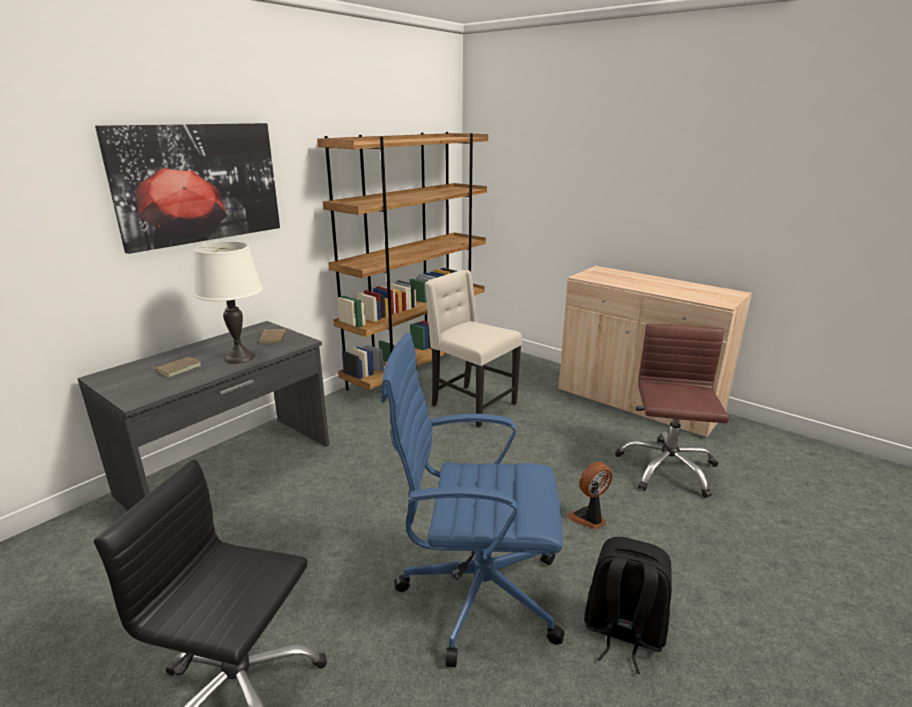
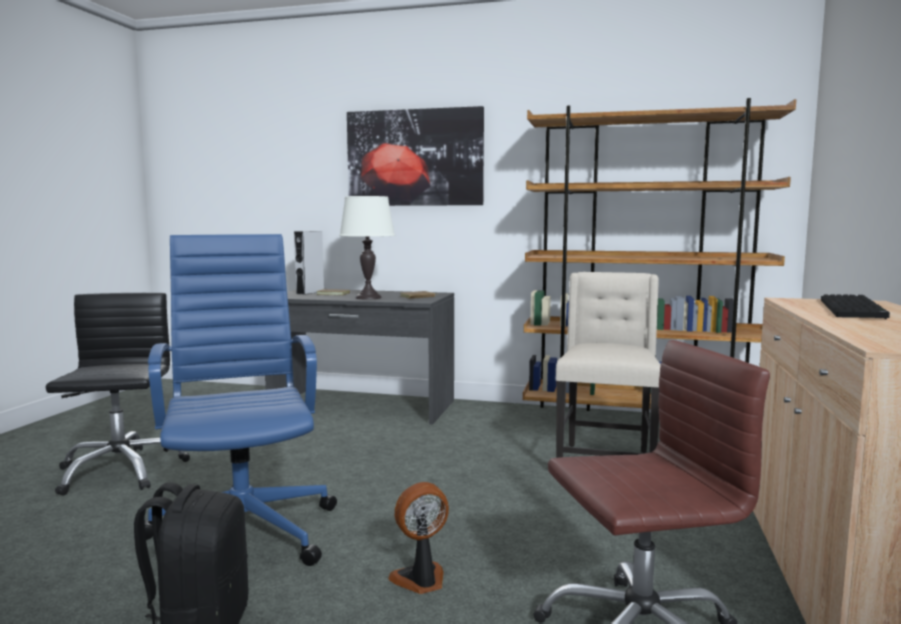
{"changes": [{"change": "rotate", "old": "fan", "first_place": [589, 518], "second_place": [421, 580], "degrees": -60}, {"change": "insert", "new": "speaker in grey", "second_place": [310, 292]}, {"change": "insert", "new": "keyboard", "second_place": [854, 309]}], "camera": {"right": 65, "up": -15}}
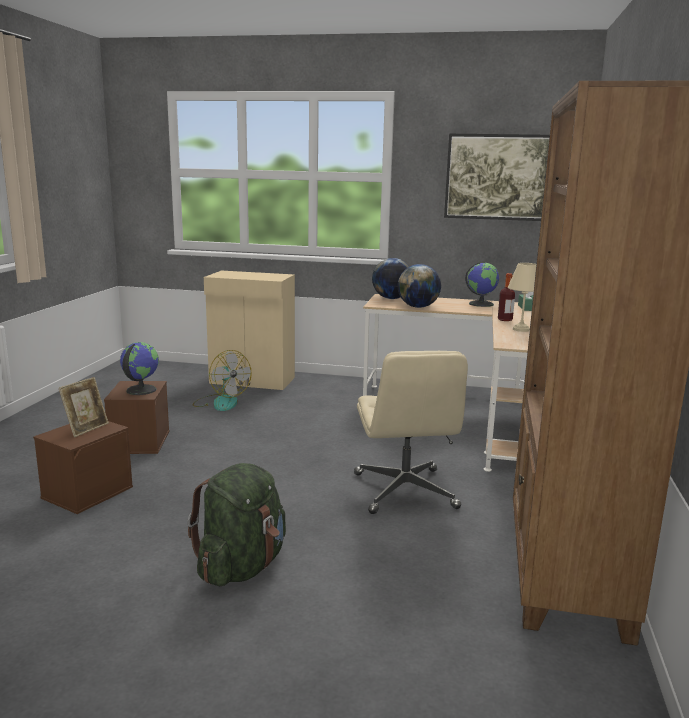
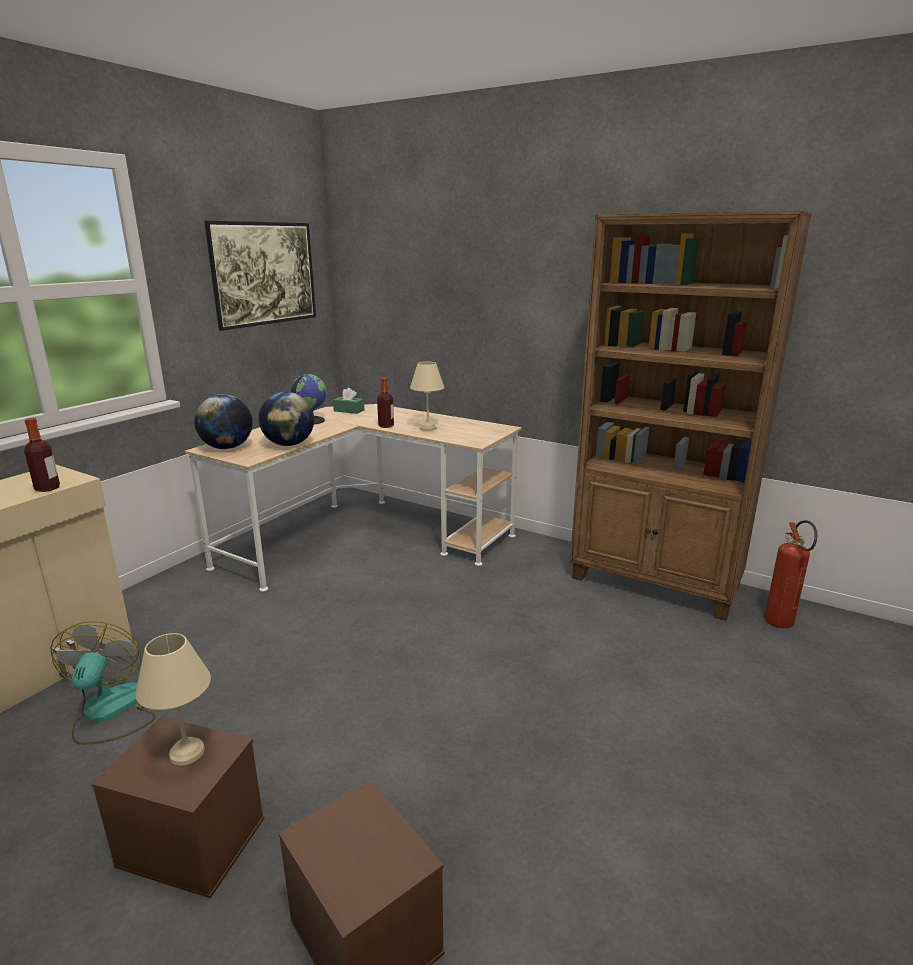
{"changes": [{"change": "replace", "old": "desk globe", "new": "tabletop lamp in sand-coloured", "first_place": [140, 390], "second_place": [185, 753]}, {"change": "rotate", "old": "fan", "first_place": [221, 402], "second_place": [109, 713], "degrees": -75}, {"change": "delete", "old": "desk chair in sand-coloured", "first_place": [405, 491]}, {"change": "delete", "old": "standing frame", "first_place": [86, 428]}, {"change": "delete", "old": "knapsack in green-coloured", "first_place": [241, 566]}, {"change": "insert", "new": "bottle", "second_place": [47, 488]}, {"change": "insert", "new": "extinguisher", "second_place": [781, 625]}], "camera": {"right": -70, "up": 5}}
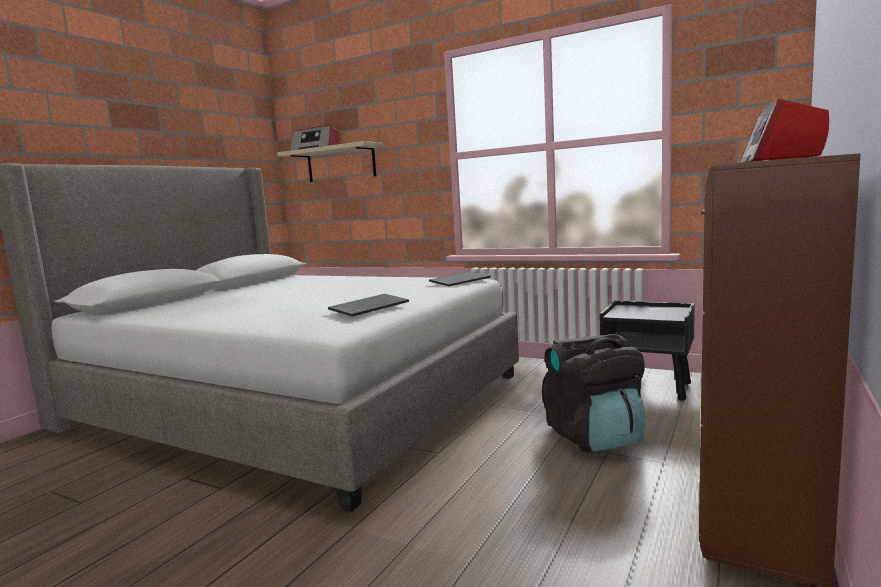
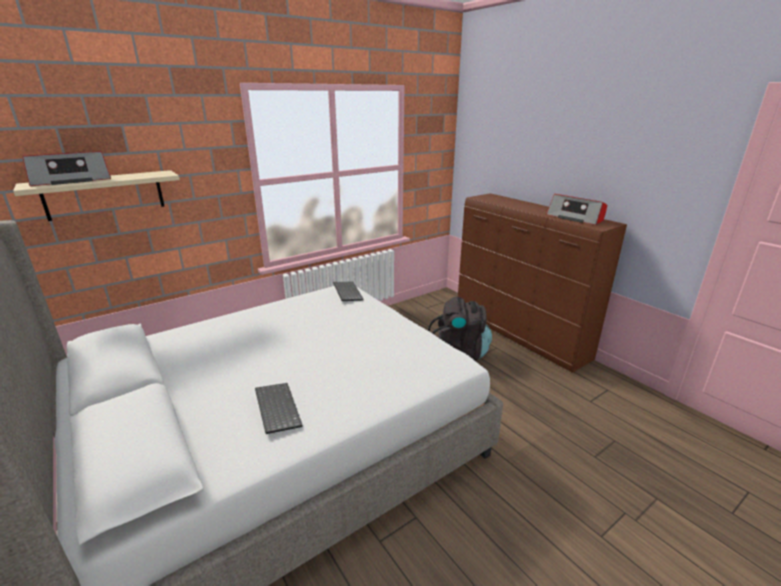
{"changes": [{"change": "move", "old": "keyboard", "first_place": [369, 307], "second_place": [276, 408]}, {"change": "delete", "old": "nightstand in black-coloured", "first_place": [648, 387]}], "camera": {"right": -65, "up": 15}}
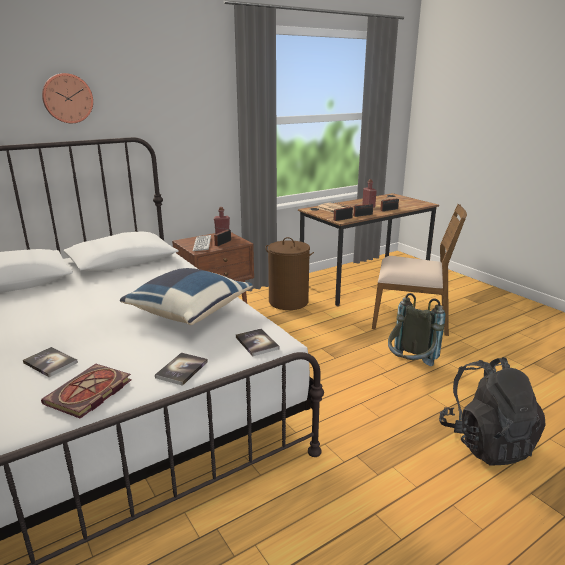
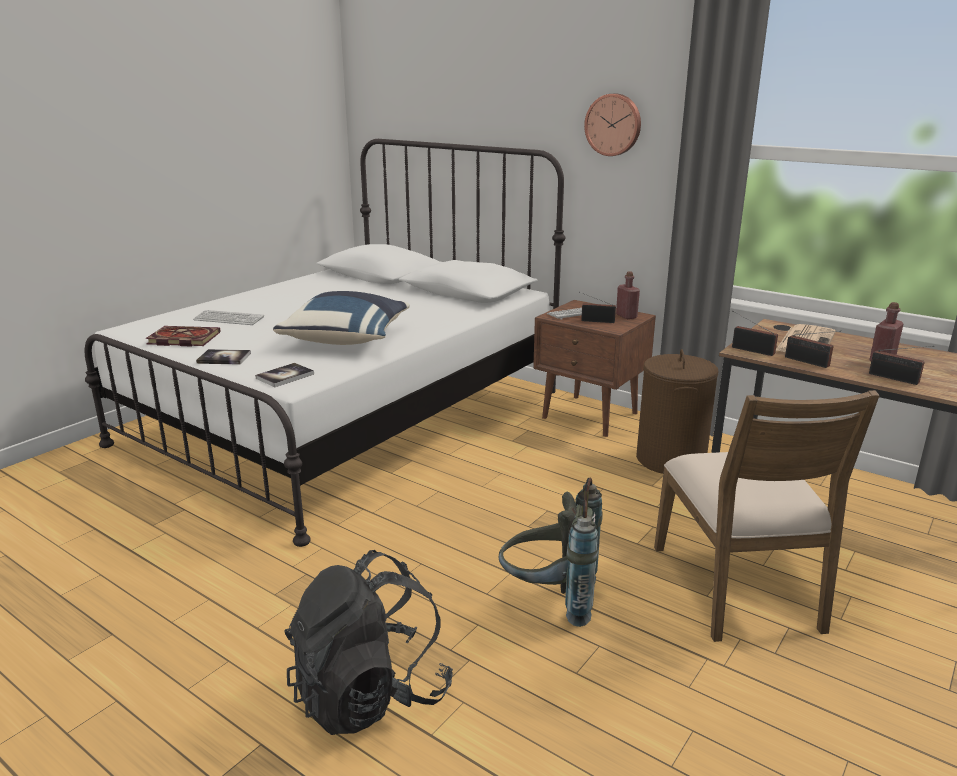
{"changes": [{"change": "move", "old": "clock on the wall", "first_place": [67, 98], "second_place": [613, 125]}, {"change": "replace", "old": "volume", "new": "keyboard", "first_place": [50, 363], "second_place": [228, 319]}], "camera": {"right": 70, "up": 0}}
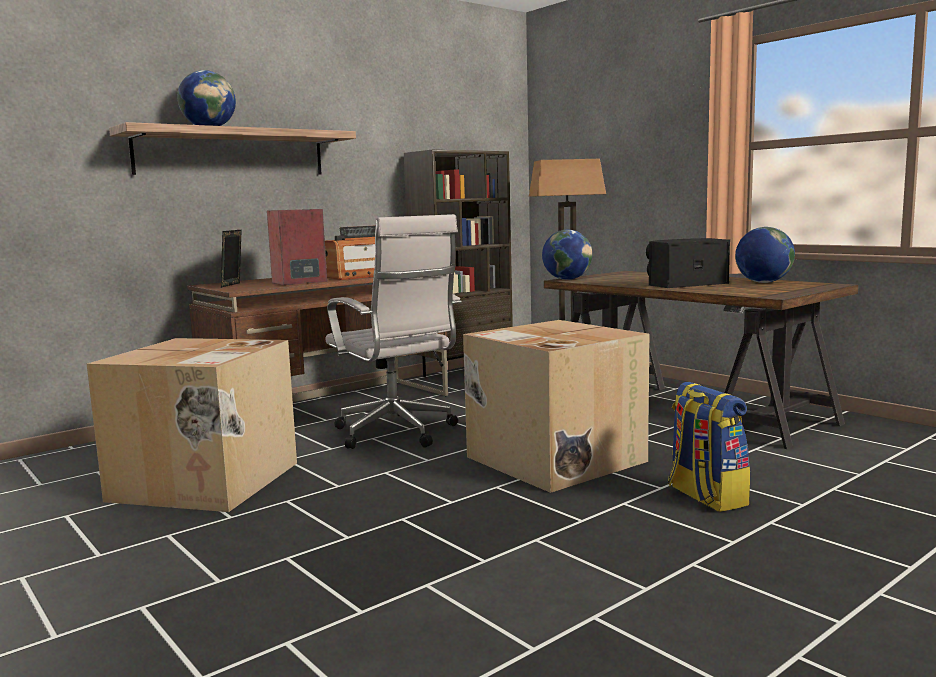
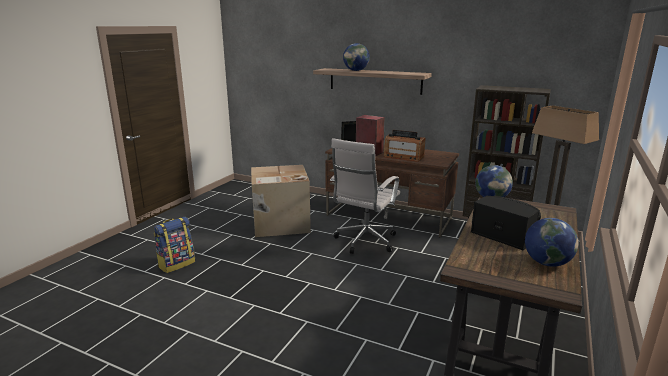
{"changes": [{"change": "delete", "old": "packing box", "first_place": [552, 459]}, {"change": "move", "old": "knapsack", "first_place": [705, 497], "second_place": [177, 264]}], "camera": {"right": 65, "up": 10}}
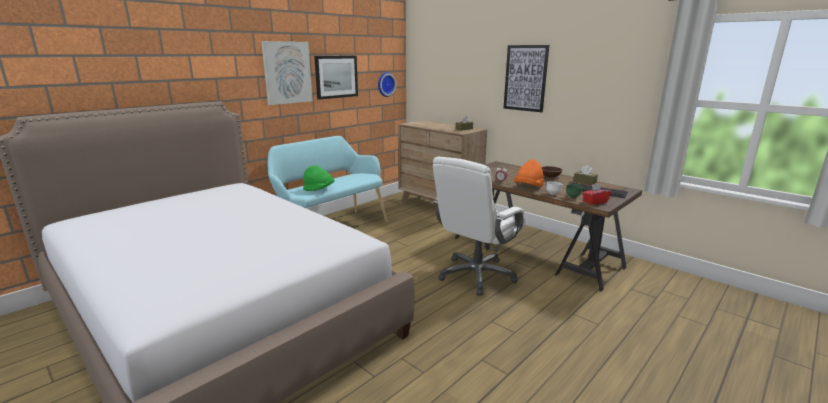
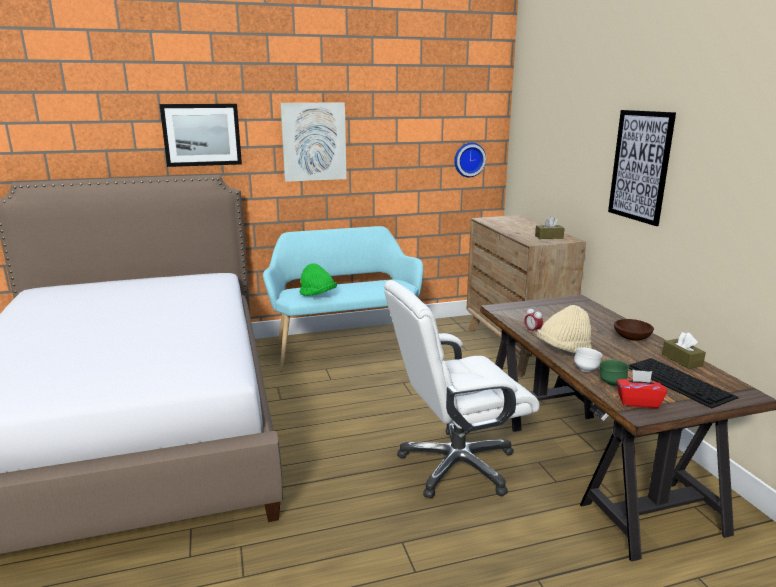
{"changes": [{"change": "move", "old": "wall art", "first_place": [336, 77], "second_place": [202, 135]}, {"change": "recolor", "old": "wearable hat in orangey", "new": "wearable hat in sand-coloured", "first_place": [528, 187], "second_place": [563, 349]}], "camera": {"right": 30, "up": 0}}
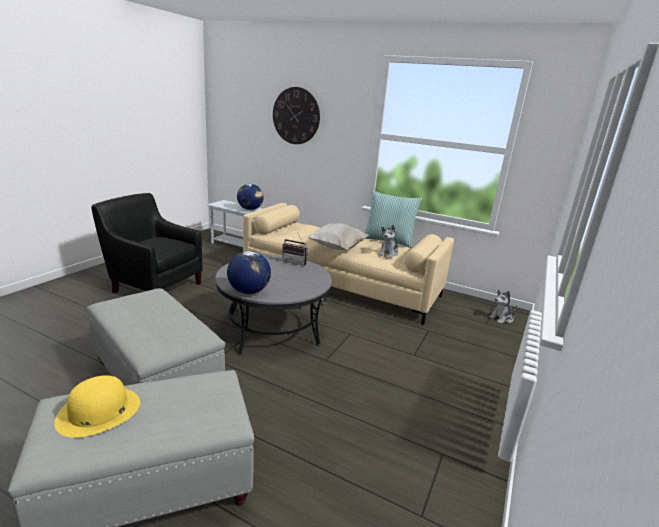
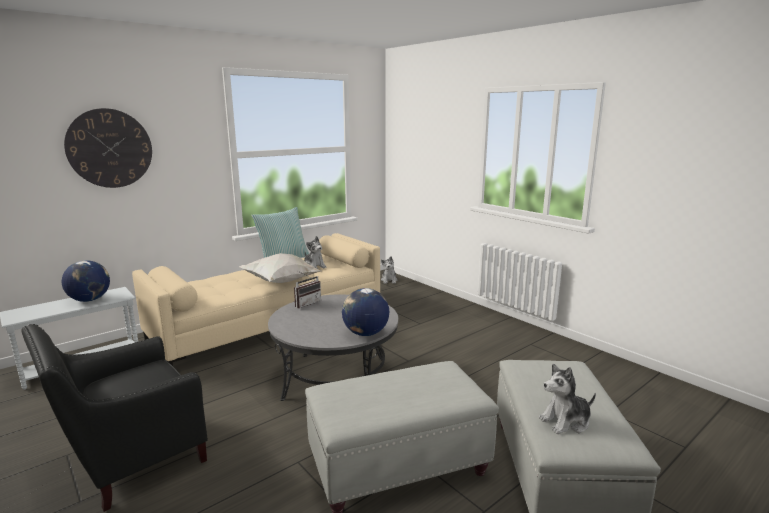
{"changes": [{"change": "replace", "old": "wearable hat in yellowish", "new": "soft toy", "first_place": [98, 411], "second_place": [566, 421]}], "camera": {"right": -65, "up": -5}}
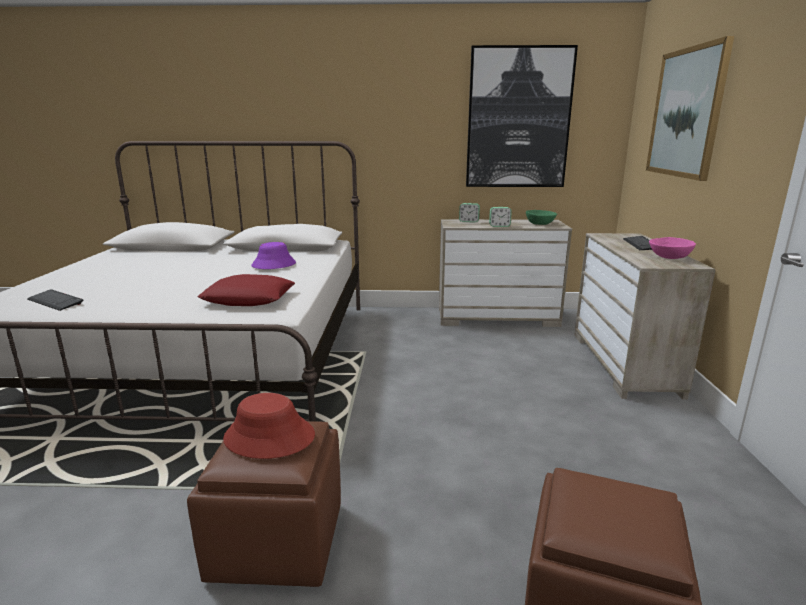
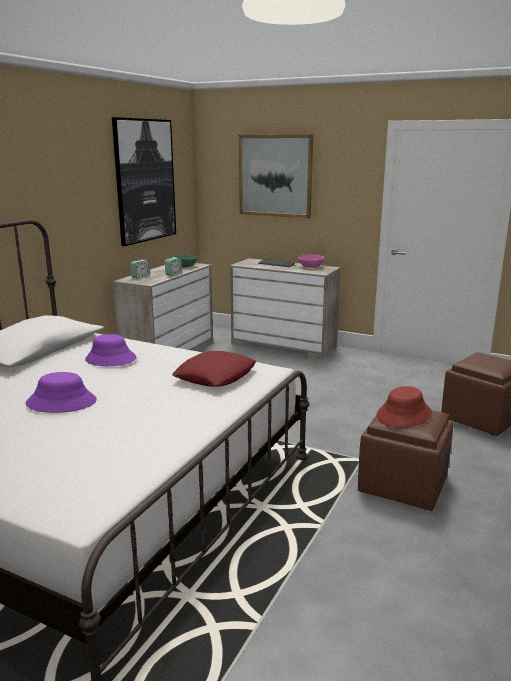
{"changes": [{"change": "delete", "old": "keyboard", "first_place": [55, 301]}, {"change": "insert", "new": "wearable hat in purplish", "second_place": [61, 402]}], "camera": {"right": -65, "up": 0}}
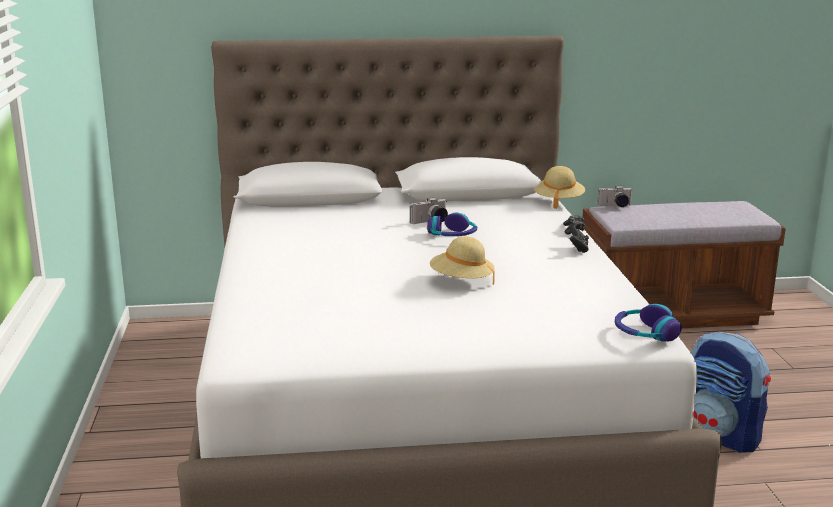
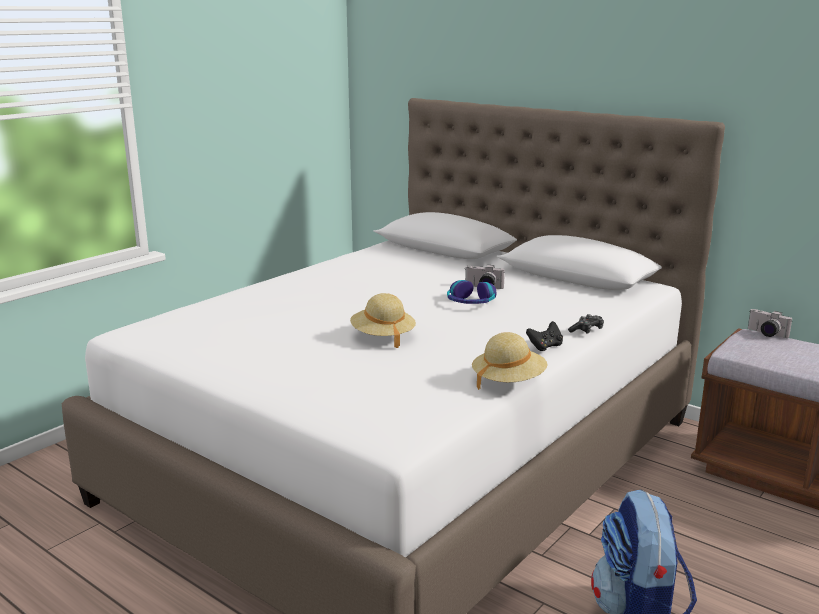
{"changes": [{"change": "move", "old": "wearable hat in sand-coloured", "first_place": [558, 201], "second_place": [508, 381]}, {"change": "delete", "old": "headset", "first_place": [645, 333]}], "camera": {"right": 45, "up": 0}}
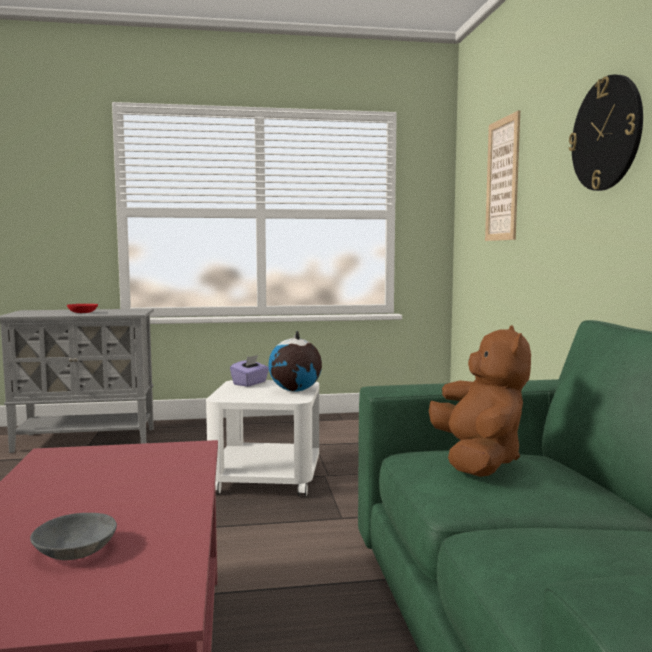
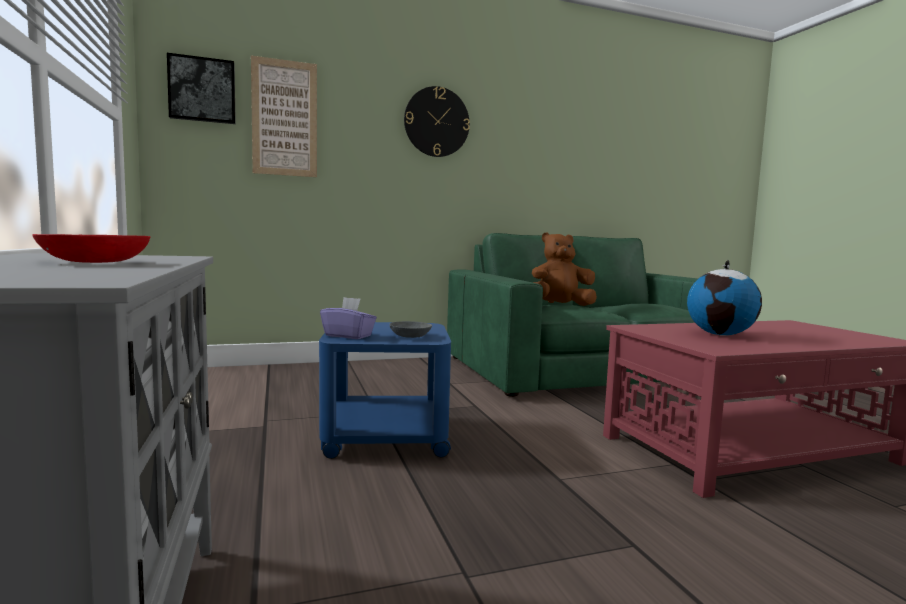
{"changes": [{"change": "move", "old": "desk globe", "first_place": [295, 390], "second_place": [721, 334]}, {"change": "recolor", "old": "side table in white-coloured", "new": "side table in blue", "first_place": [266, 477], "second_place": [385, 436]}, {"change": "move", "old": "serving bowl in grey", "first_place": [73, 551], "second_place": [411, 336]}, {"change": "insert", "new": "wall art", "second_place": [202, 90]}], "camera": {"right": -100, "up": 0}}
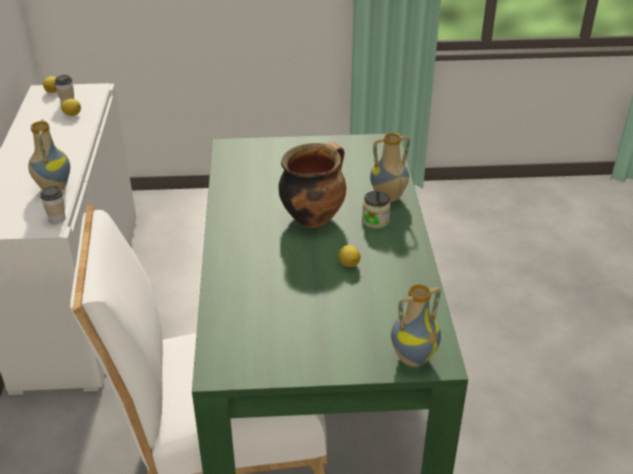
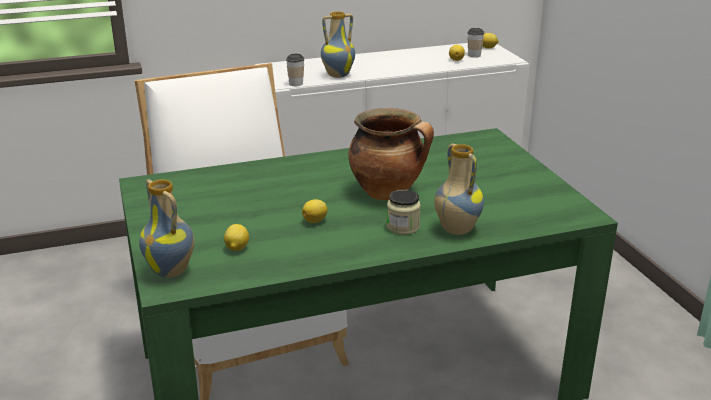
{"changes": [{"change": "insert", "new": "lemon", "second_place": [236, 248]}], "camera": {"right": 75, "up": -10}}
